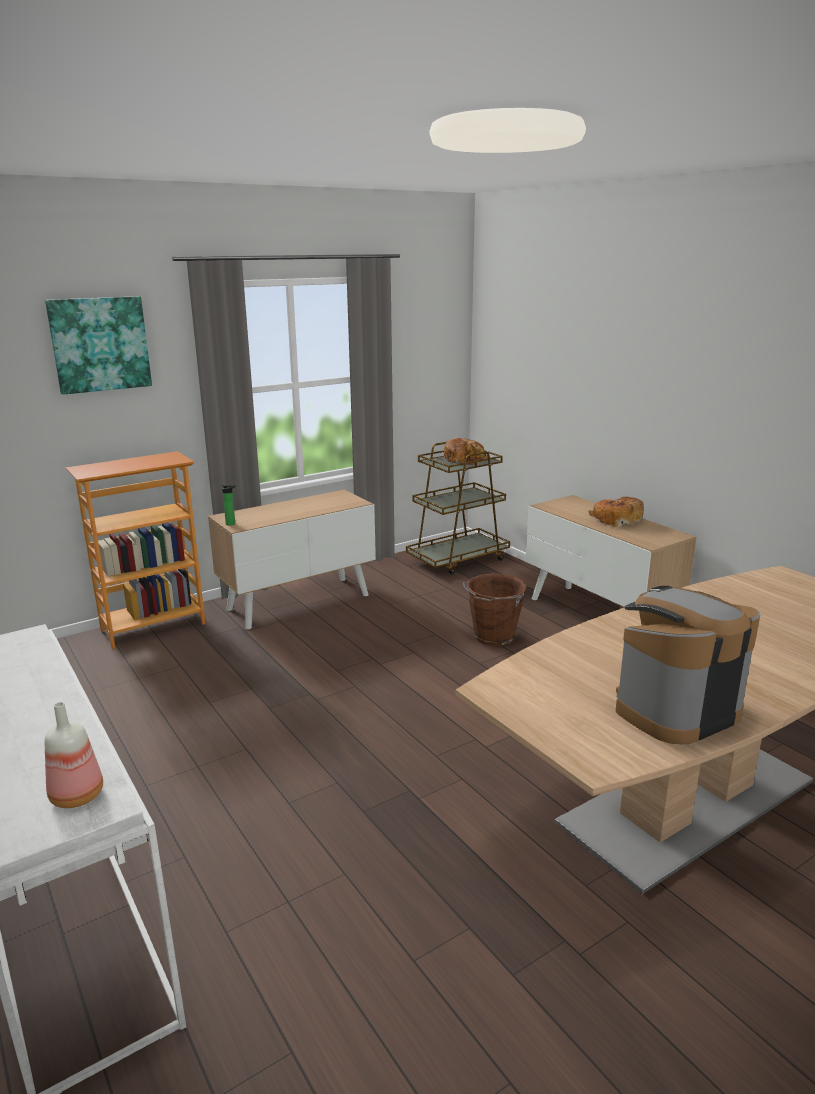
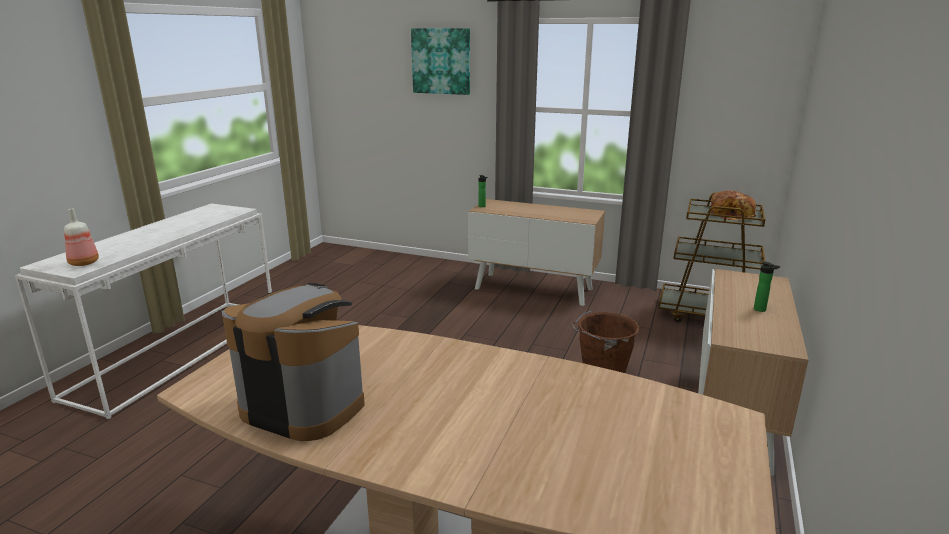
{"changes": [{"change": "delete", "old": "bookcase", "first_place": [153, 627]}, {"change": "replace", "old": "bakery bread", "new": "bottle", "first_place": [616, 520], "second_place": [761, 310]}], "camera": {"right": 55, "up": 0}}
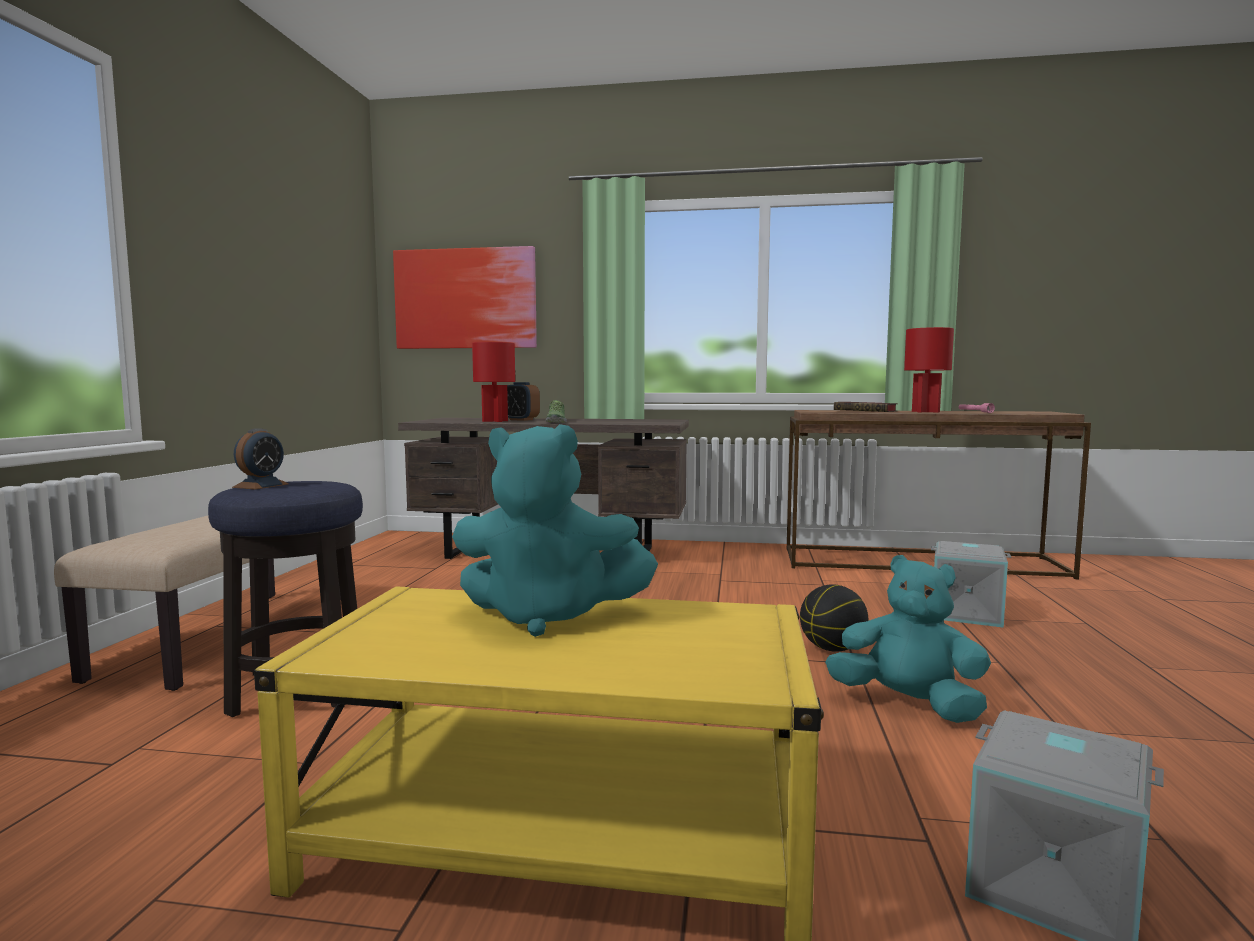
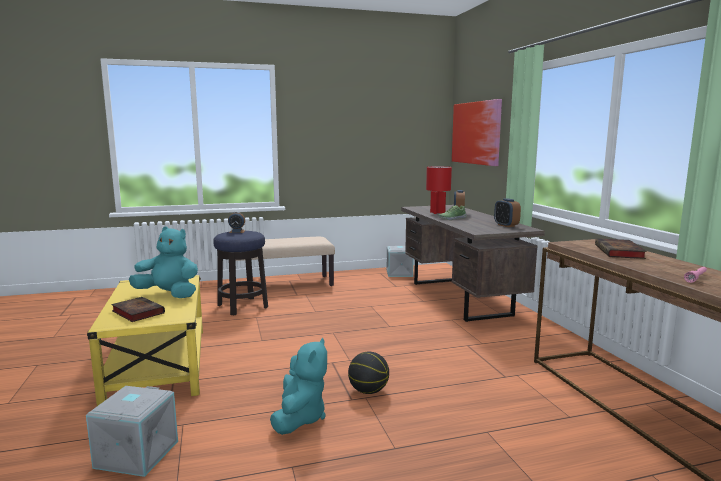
{"changes": [{"change": "delete", "old": "tabletop lamp in red", "first_place": [925, 412]}, {"change": "rotate", "old": "soft toy in turquoise", "first_place": [548, 616], "second_place": [169, 295], "degrees": 120}, {"change": "move", "old": "storage box in grey", "first_place": [966, 613], "second_place": [400, 273]}, {"change": "insert", "new": "bedside clock", "second_place": [506, 225]}, {"change": "insert", "new": "volume", "second_place": [137, 312]}], "camera": {"right": 65, "up": 5}}
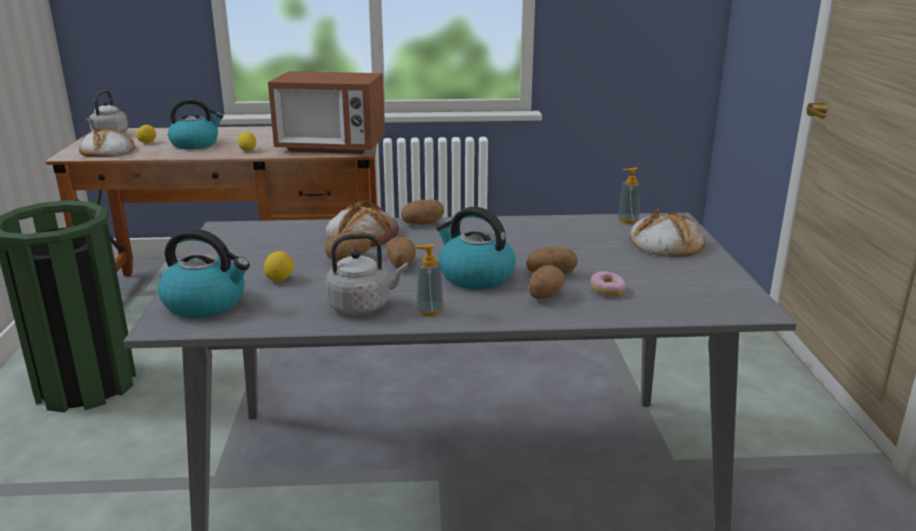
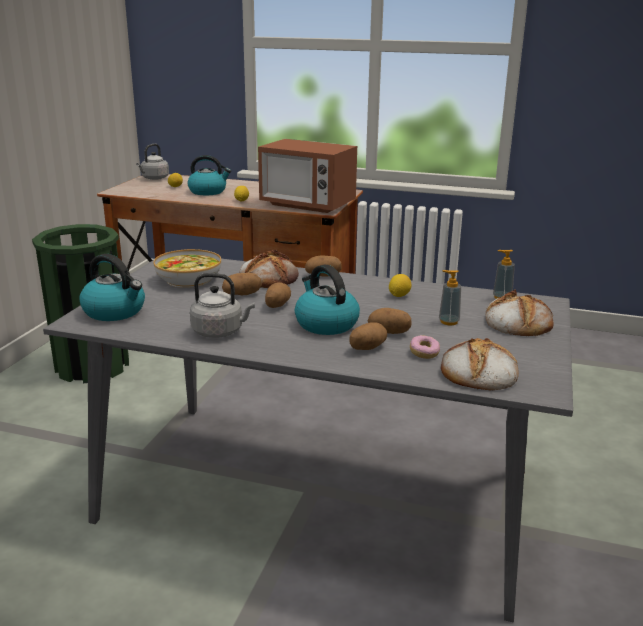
{"changes": [{"change": "move", "old": "bakery bread", "first_place": [107, 151], "second_place": [478, 372]}, {"change": "move", "old": "soap bottle", "first_place": [430, 311], "second_place": [448, 322]}, {"change": "move", "old": "lemon", "first_place": [279, 279], "second_place": [399, 295]}, {"change": "insert", "new": "serving bowl", "second_place": [188, 279]}], "camera": {"right": 20, "up": 0}}
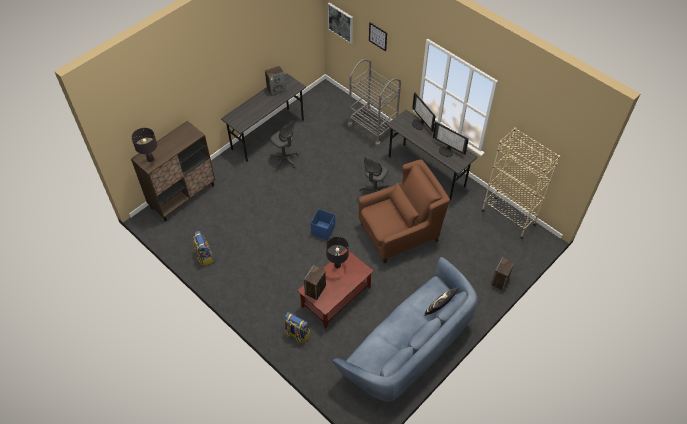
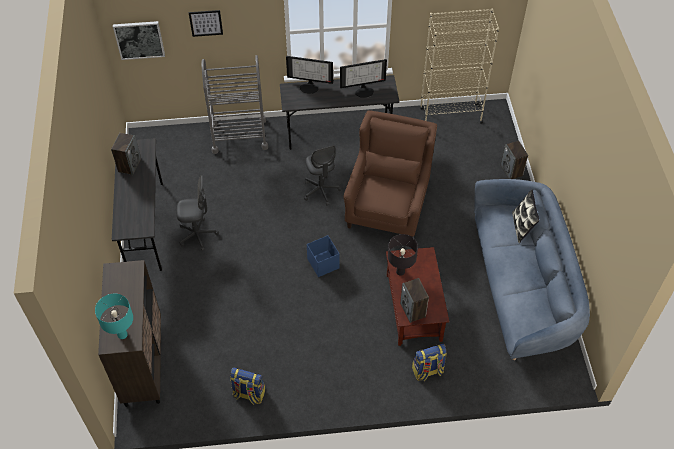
{"changes": [{"change": "recolor", "old": "tabletop lamp in black-coloured", "new": "tabletop lamp in turquoise", "first_place": [150, 159], "second_place": [122, 335]}], "camera": {"right": -50, "up": 0}}
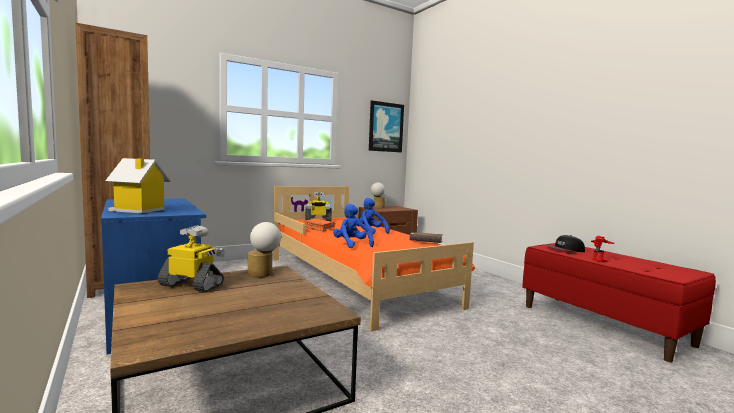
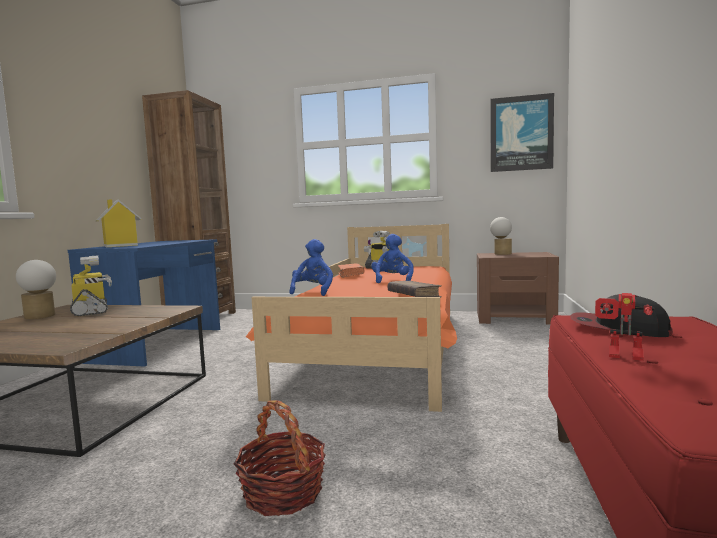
{"changes": [{"change": "move", "old": "tabletop lamp", "first_place": [263, 274], "second_place": [40, 317]}, {"change": "insert", "new": "storage basket", "second_place": [283, 492]}], "camera": {"right": 45, "up": 0}}
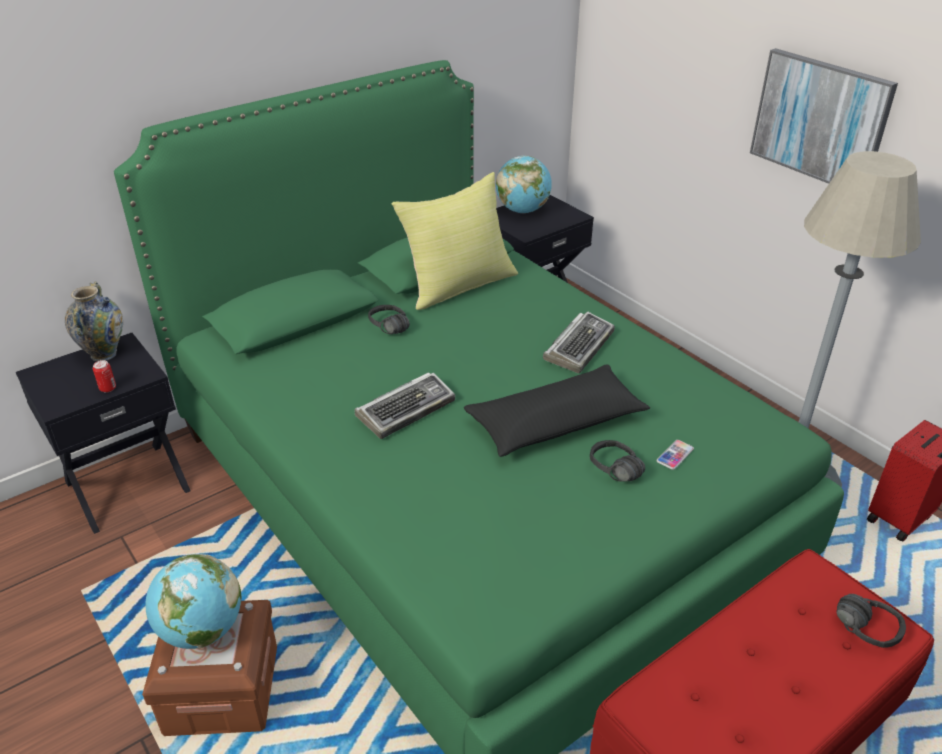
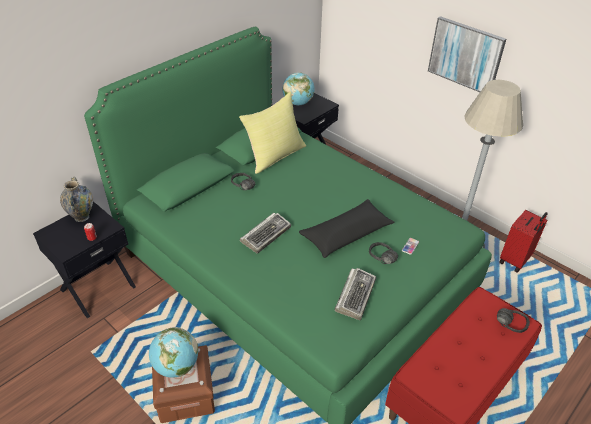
{"changes": [{"change": "move", "old": "keyboard", "first_place": [579, 347], "second_place": [355, 295]}], "camera": {"right": -10, "up": 5}}
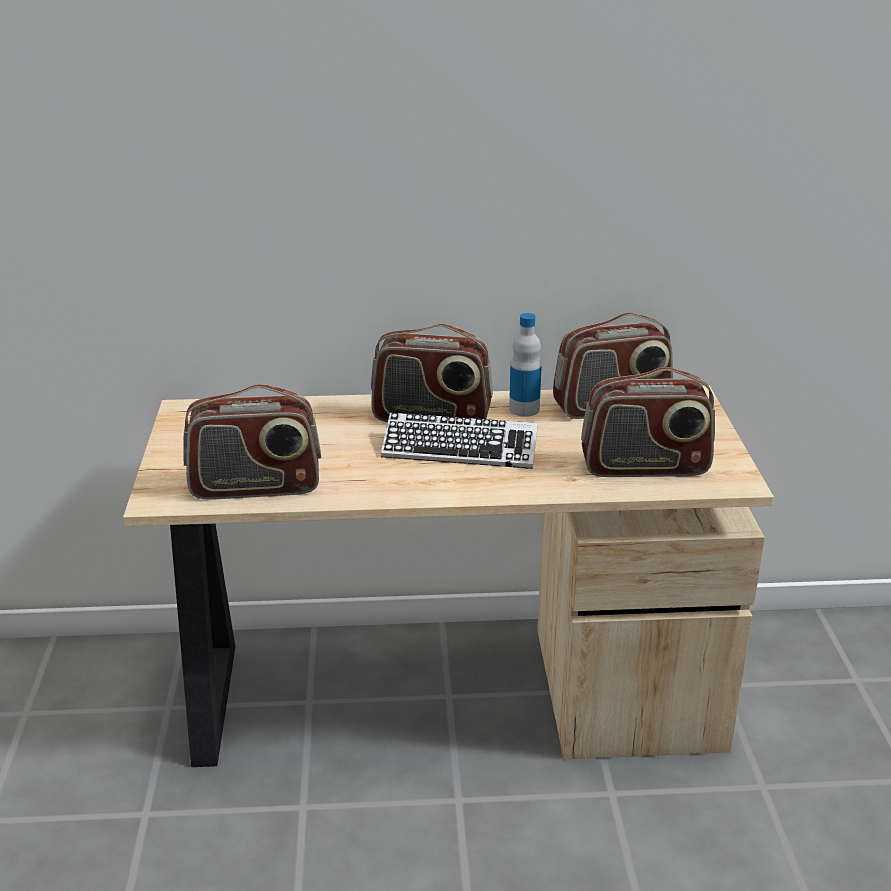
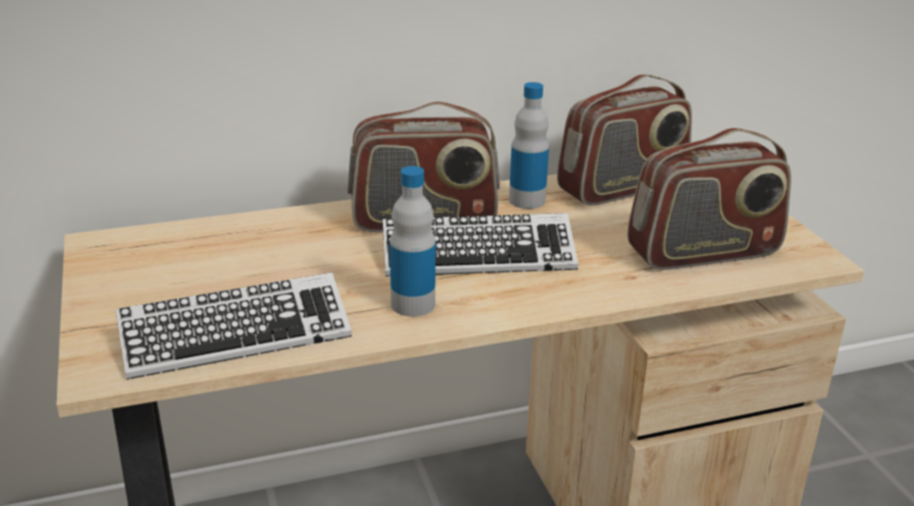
{"changes": [{"change": "replace", "old": "radio", "new": "keyboard", "first_place": [255, 487], "second_place": [236, 336]}, {"change": "insert", "new": "bottle", "second_place": [413, 304]}], "camera": {"right": -15, "up": 0}}
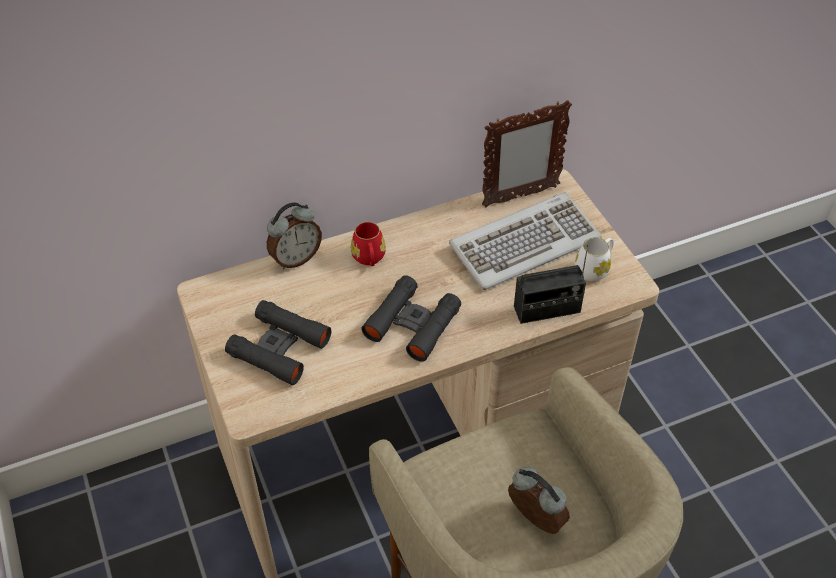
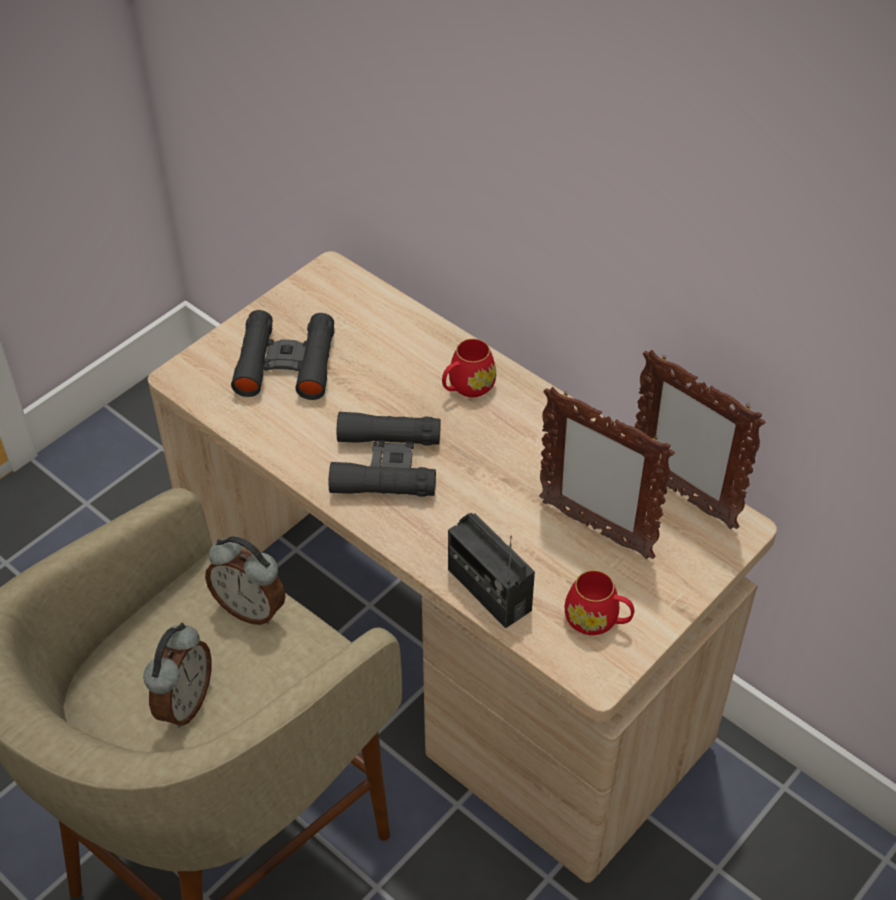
{"changes": [{"change": "replace", "old": "keyboard", "new": "standing frame", "first_place": [524, 243], "second_place": [594, 529]}, {"change": "move", "old": "bedside clock", "first_place": [295, 258], "second_place": [251, 608]}, {"change": "recolor", "old": "tea mug in white-coloured", "new": "tea mug in red", "first_place": [594, 269], "second_place": [597, 620]}], "camera": {"right": 65, "up": 0}}
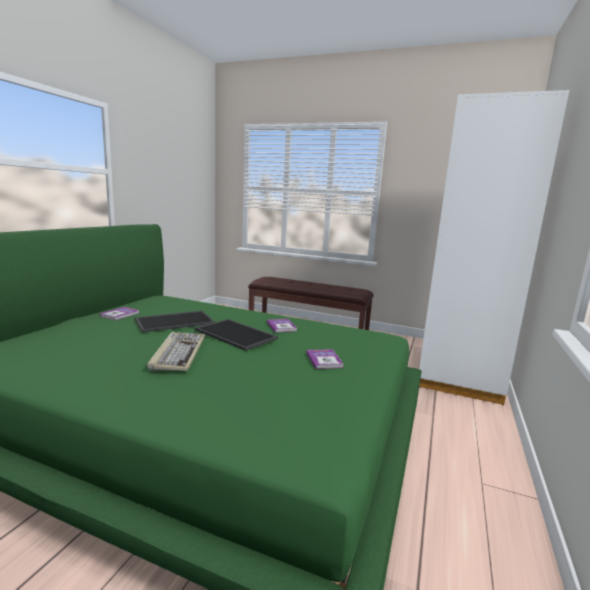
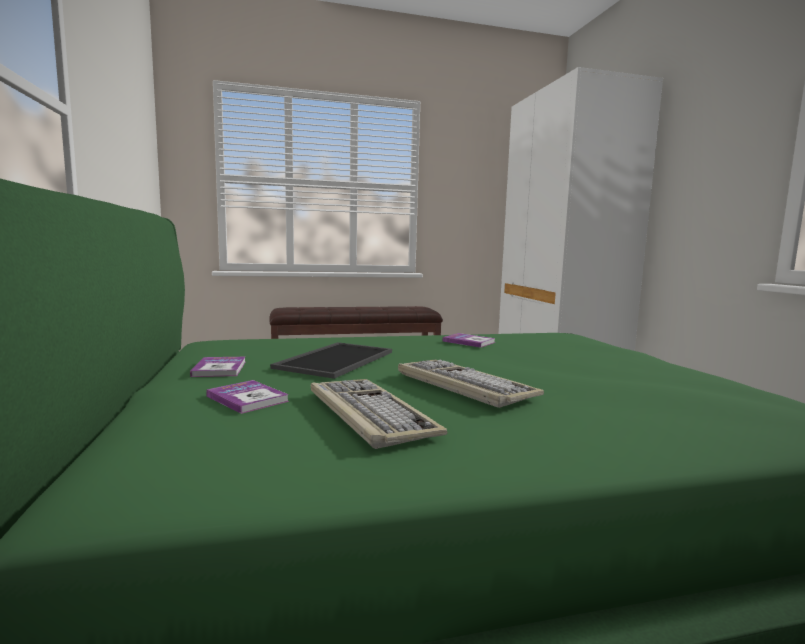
{"changes": [{"change": "delete", "old": "carrying tray", "first_place": [237, 334]}, {"change": "move", "old": "volume", "first_place": [324, 360], "second_place": [247, 398]}, {"change": "insert", "new": "keyboard", "second_place": [367, 414]}], "camera": {"right": -35, "up": -5}}
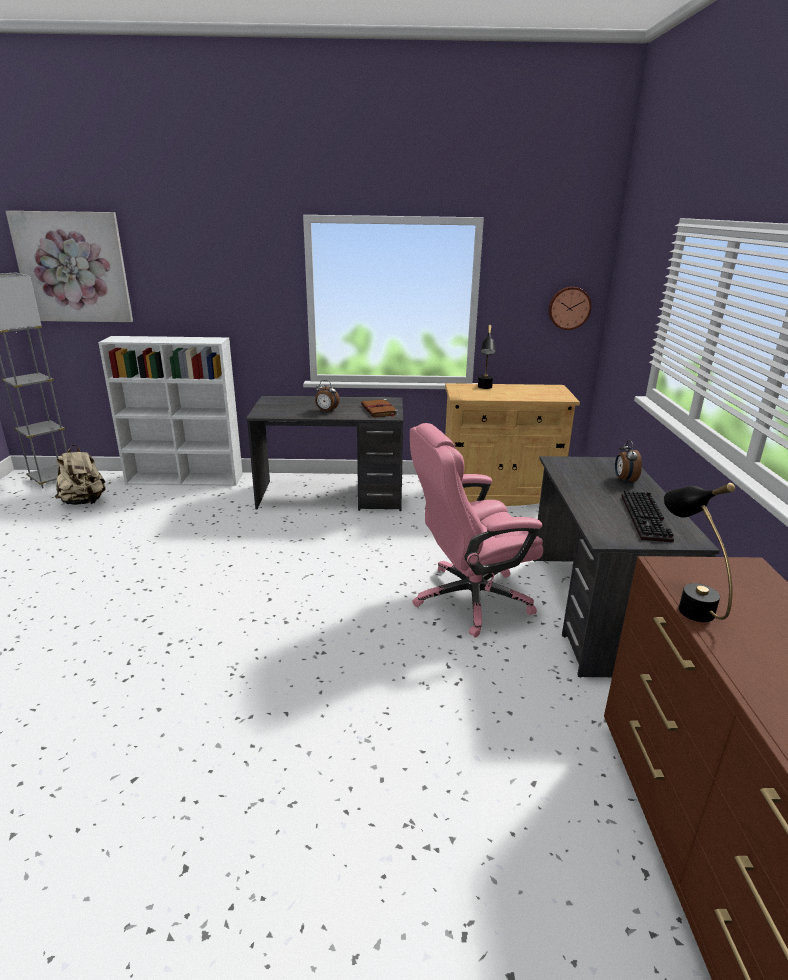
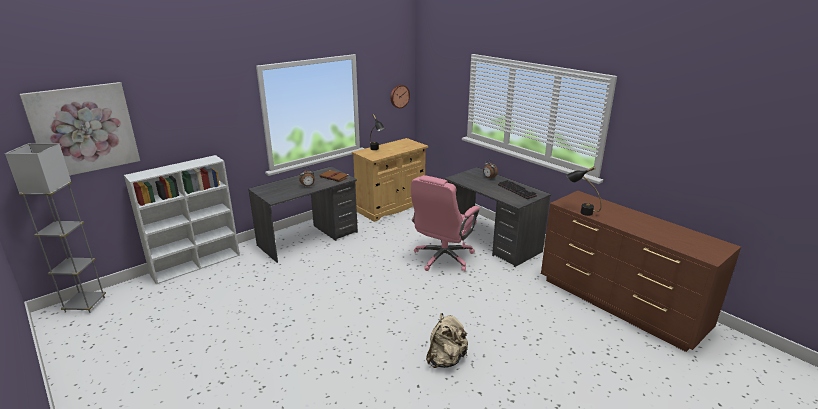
{"changes": [{"change": "move", "old": "knapsack in sand-coloured", "first_place": [84, 502], "second_place": [445, 359]}], "camera": {"right": -40, "up": 0}}
